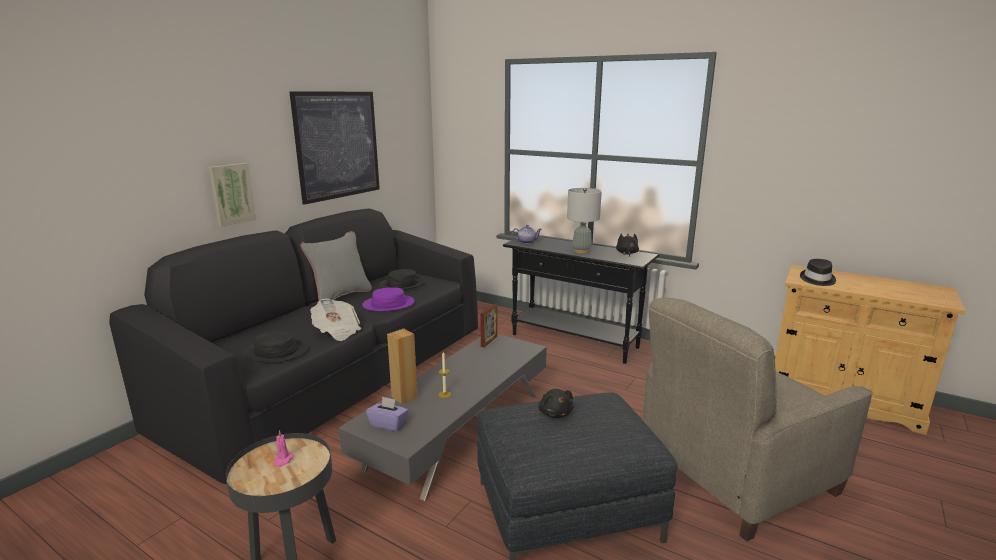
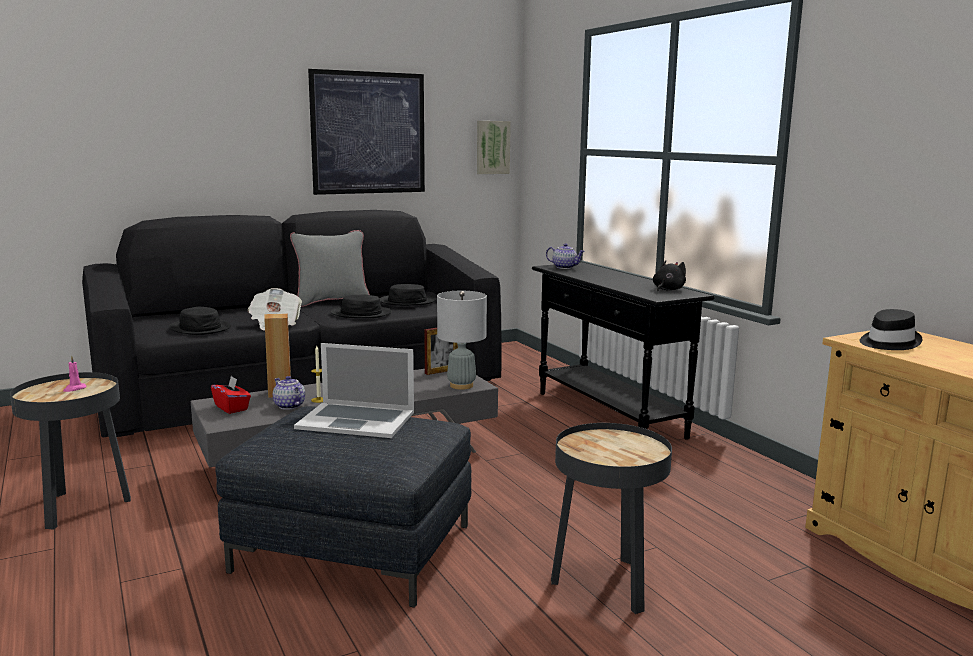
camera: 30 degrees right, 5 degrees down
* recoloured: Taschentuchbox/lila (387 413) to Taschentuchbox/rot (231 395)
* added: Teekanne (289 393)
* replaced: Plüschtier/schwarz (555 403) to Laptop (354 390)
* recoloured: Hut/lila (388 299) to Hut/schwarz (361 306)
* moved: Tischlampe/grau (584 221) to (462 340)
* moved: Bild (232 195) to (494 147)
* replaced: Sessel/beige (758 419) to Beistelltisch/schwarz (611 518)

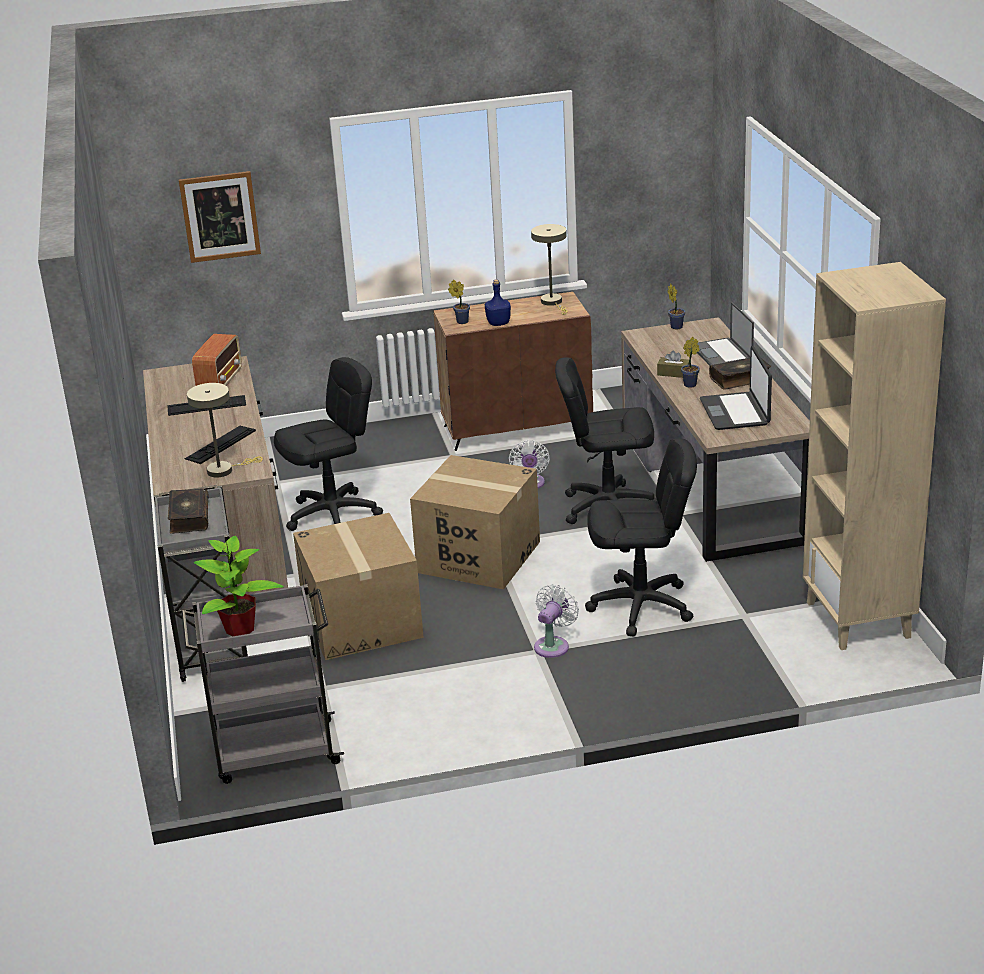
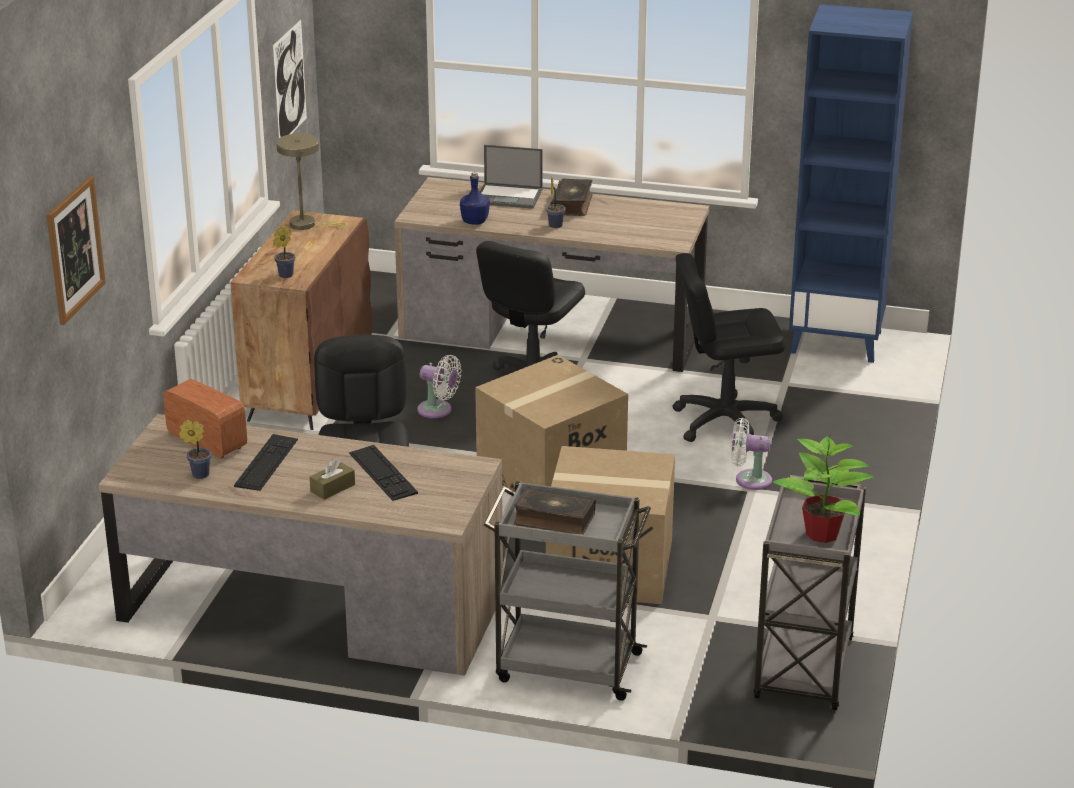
camera: 65 degrees left, 0 degrees up
* moved: Topfpflanze (676 306) to (195 449)
* added: Bild (290 79)
* moved: Taschentuchbox/braun (673 364) to (332 479)
* moved: Flasche/blau (498 302) to (475 198)
* turned: Bürostuhl/schwarz (641 537) = (729 347) 120 degrees counterclockwise
* turned: Ventilator/weiß (556 621) = (751 454) 45 degrees counterclockwise
* recoloured: Bücherregal/beige (874 456) to Bücherregal/blau (851 183)
* removed: Tischlampe/beige (225 430)
* removed: Laptop (736 388)

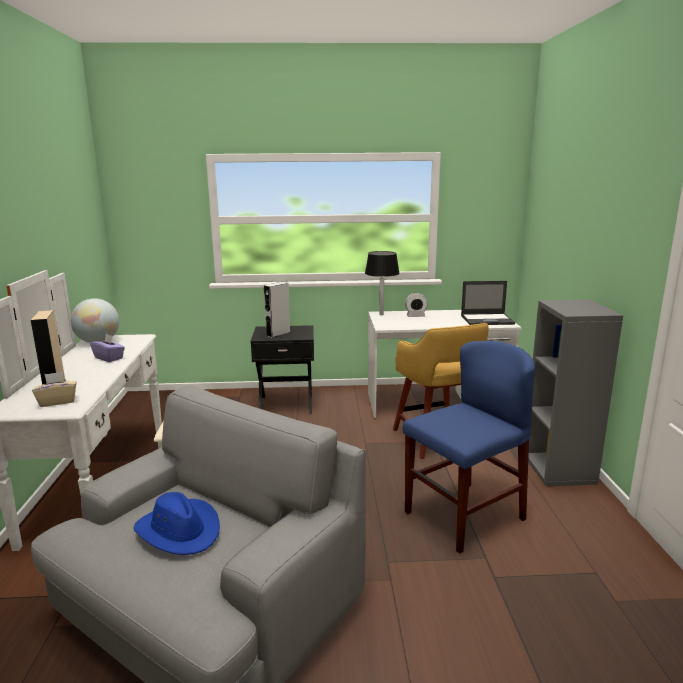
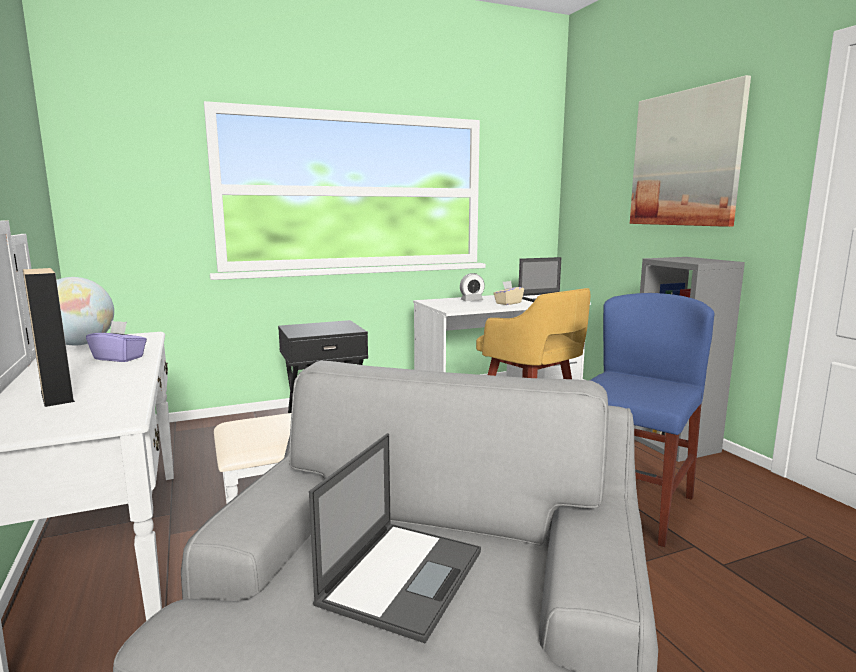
camera: 20 degrees left, 5 degrees down
* replaced: Hut/blau (176 523) to Laptop (395 538)
* moved: Taschentuchbox/beige (54 389) to (508 293)
* added: Bild (690 151)
* removed: Lautsprecher/grau (277 310)
* removed: Tischlampe/schwarz (382 283)

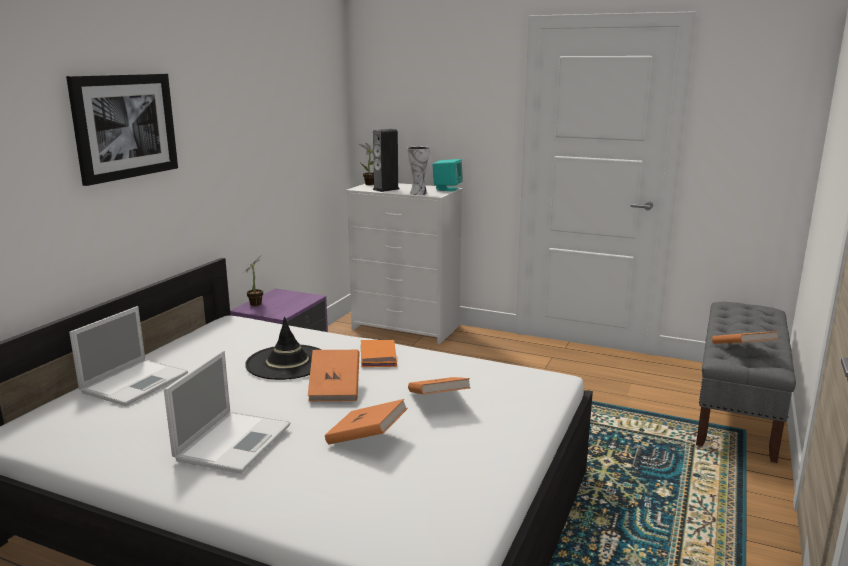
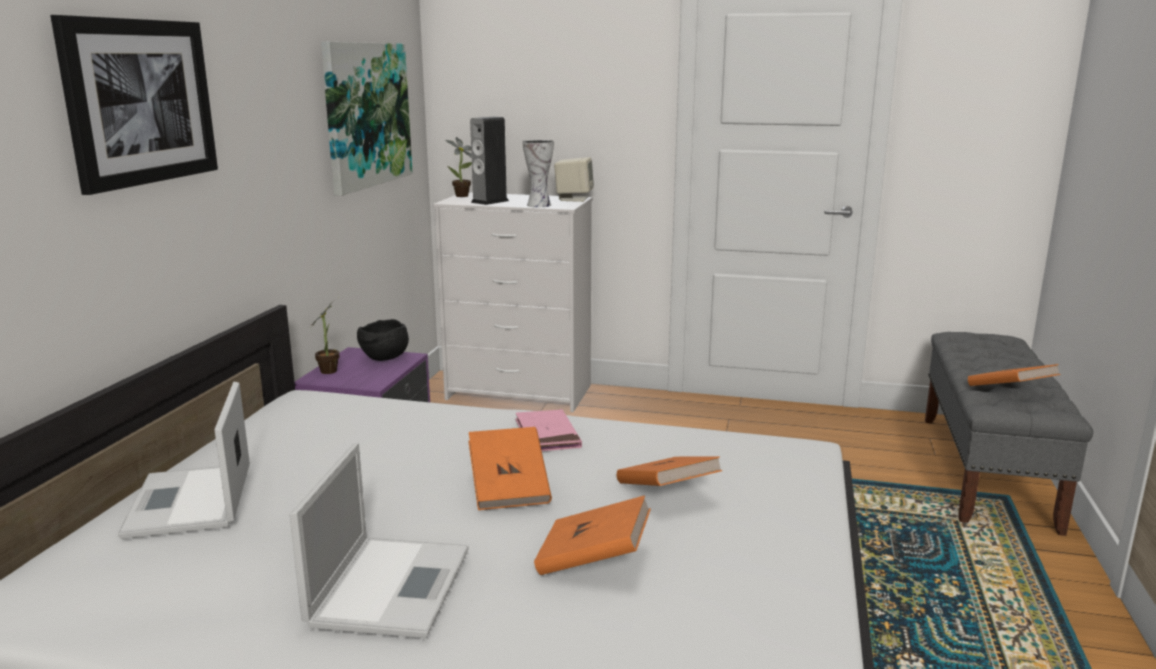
camera: 10 degrees left, 0 degrees up
* turned: Laptop (128 356) = (184 460) 150 degrees clockwise
* added: Bild (367 119)
* added: Schüssel/schwarz (383 340)
* recoloured: Buch/orange (379 353) to Buch/rosa (548 430)
* recoloured: Lautsprecher/türkis (447 175) to Lautsprecher/beige (574 179)
* removed: Hut/schwarz (283 348)

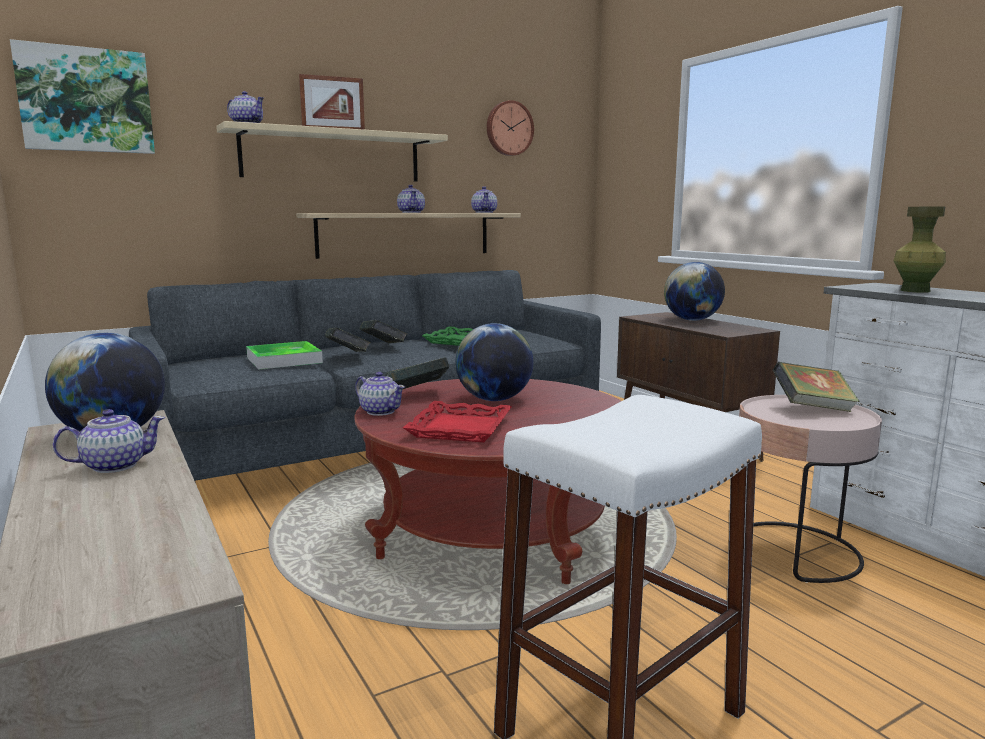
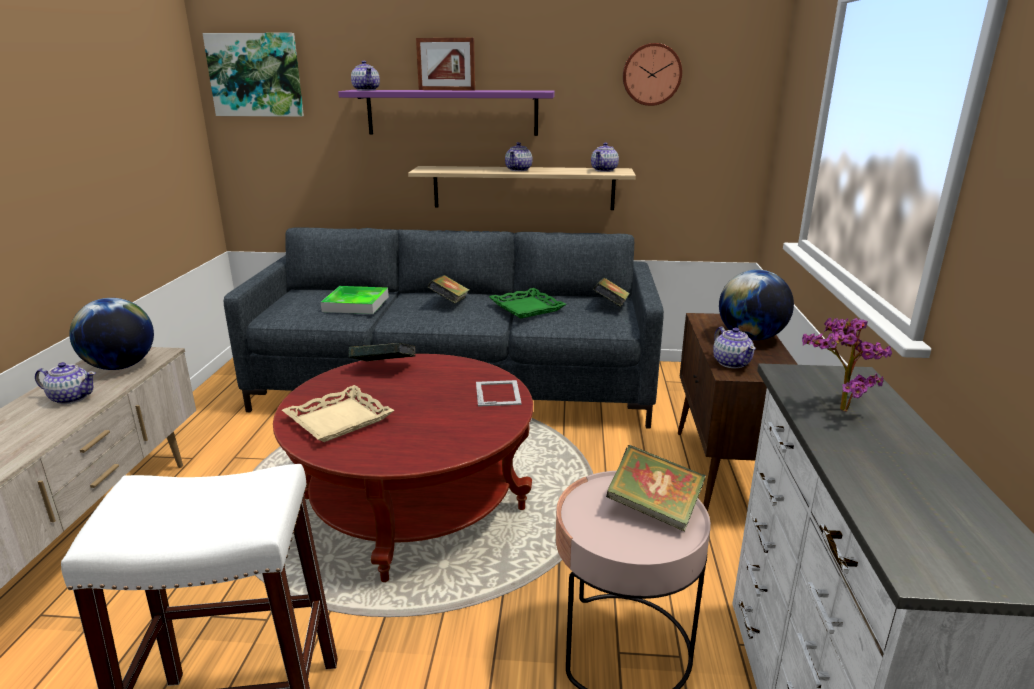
camera: 35 degrees right, 10 degrees up
* recoloured: Tablett/rot (457 421) to Tablett/beige (338 413)
* recoloured: Wandregal/beige (332 151) to Wandregal/lila (446 113)
* added: Bilderrahmen (499 393)
* moved: Buch (347 339) to (611 292)
* moved: Teekanne (380 394) to (734 347)
* replaced: Vase/grün (919 250) to Topfpflanze (847 365)
* removed: Globus (494 362)

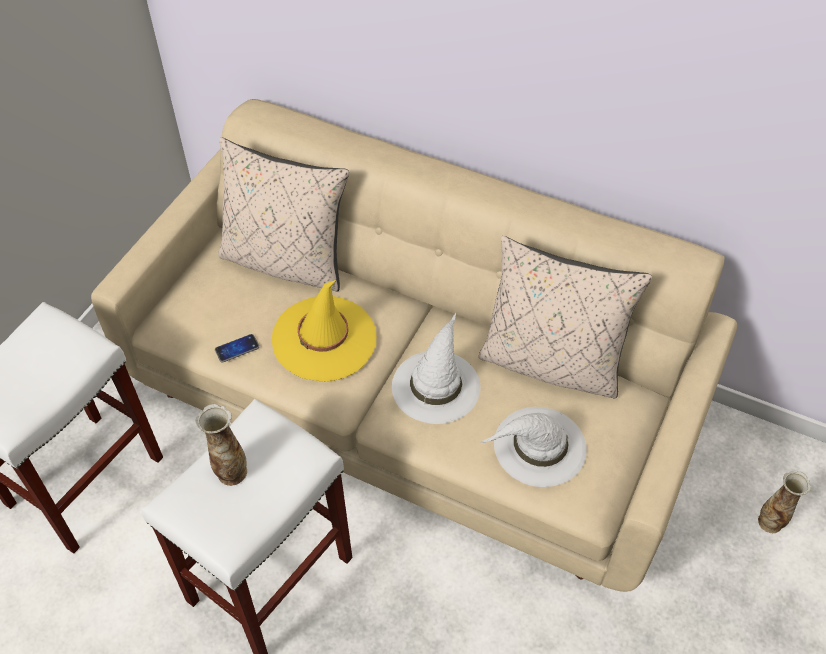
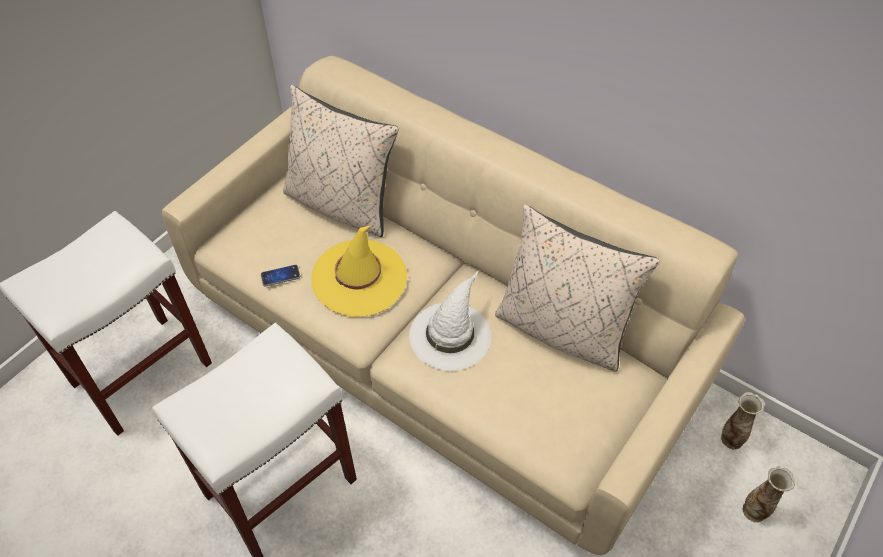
camera: 10 degrees right, 0 degrees up
* moved: Vase (221 445) to (743 420)
* removed: Hut/weiß (533 447)

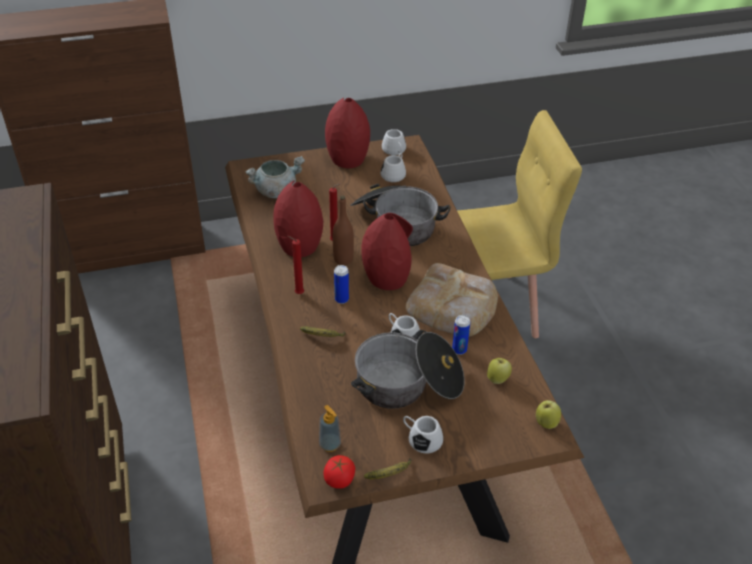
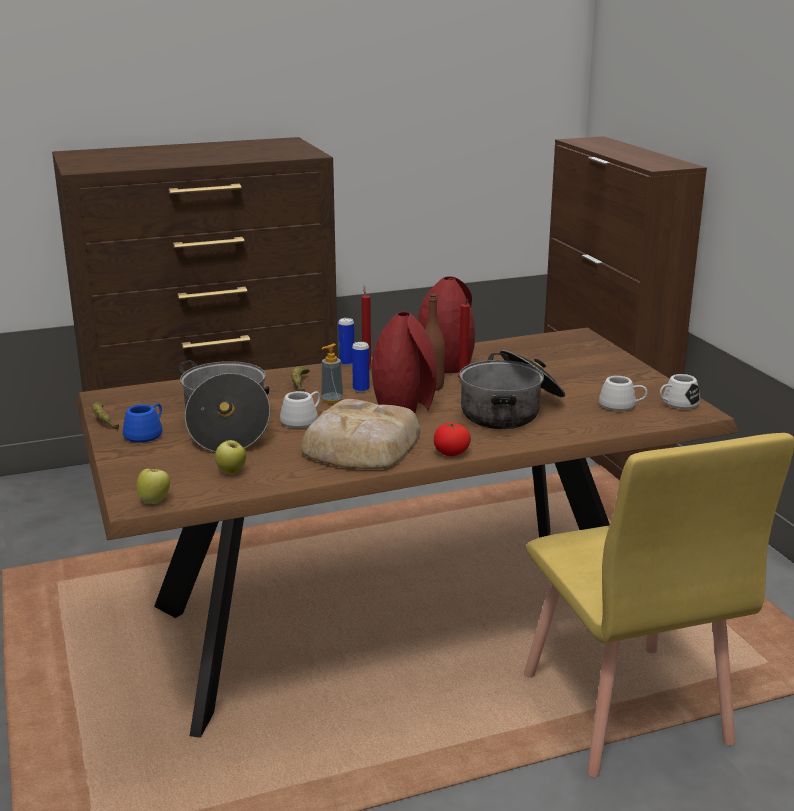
camera: 85 degrees right, 20 degrees down
* recoloured: Henkelbecher/weiß (423 435) to Henkelbecher/blau (142 423)
* moved: Seifenspender (330 428) to (332 373)
* moved: Dose (461 335) to (346 342)
* moved: Tomate (339 472) to (452 439)
* removed: Kochtopf/grau (275 177)
* removed: Vase/rot (347 133)

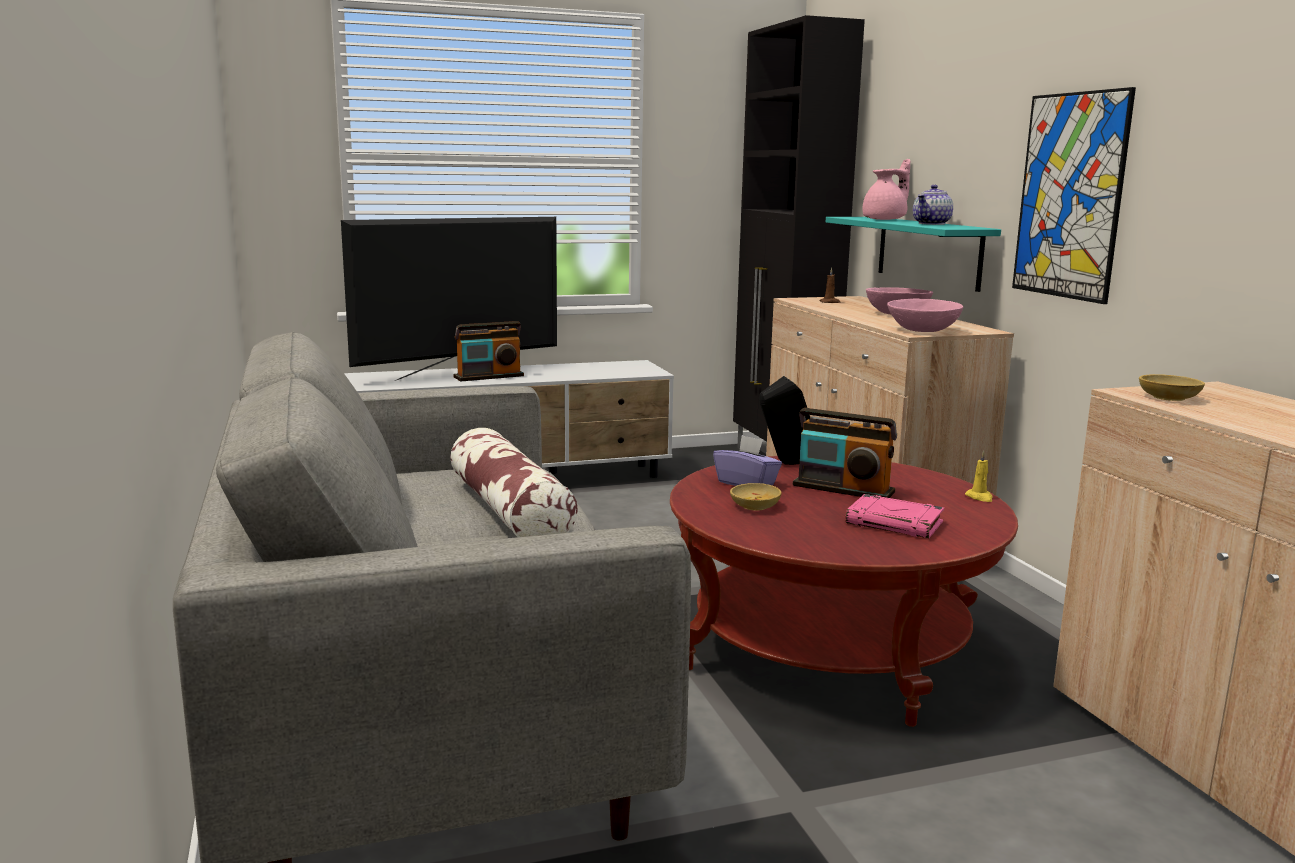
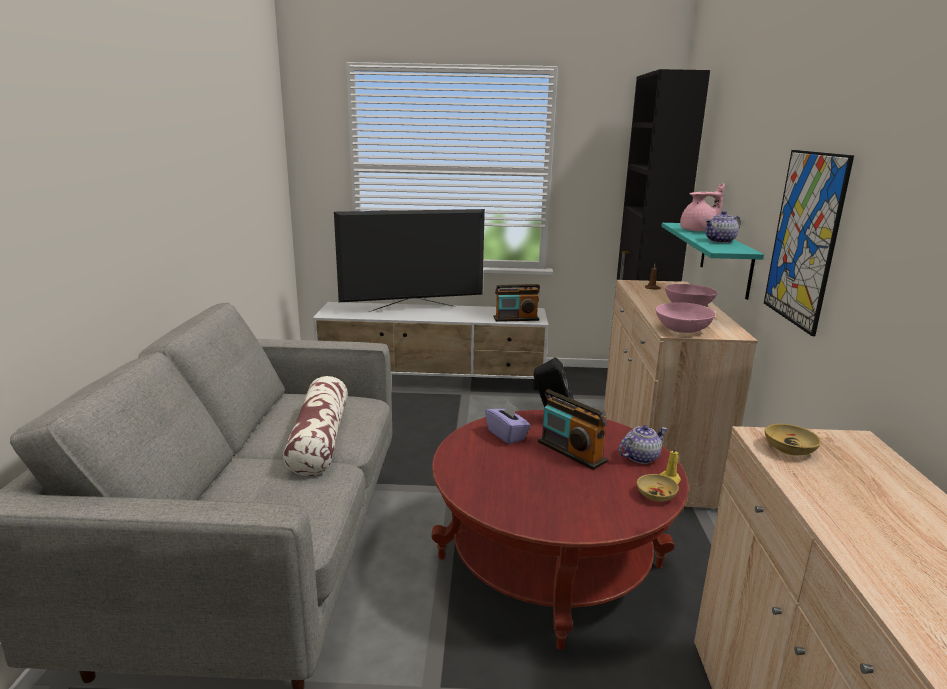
camera: 20 degrees right, 5 degrees up
* moved: Radio (489 351) to (517 303)
* added: Teekanne (643 444)
* moved: Schüssel/beige (756 497) to (658 488)
* removed: Buch/rosa (895 516)

